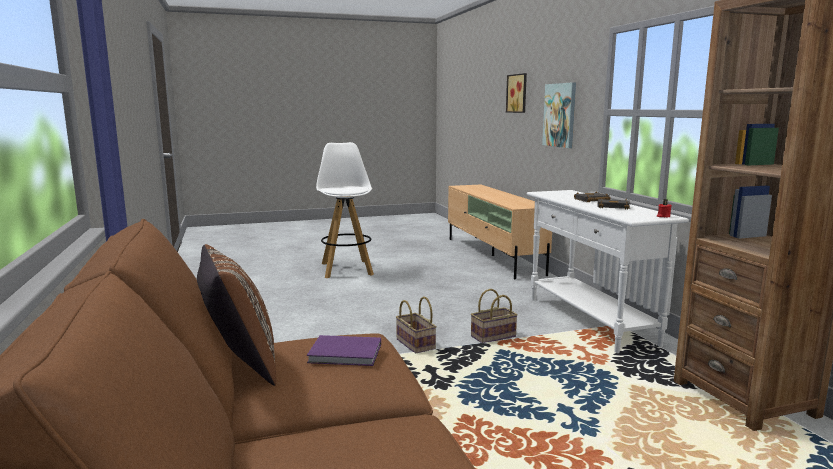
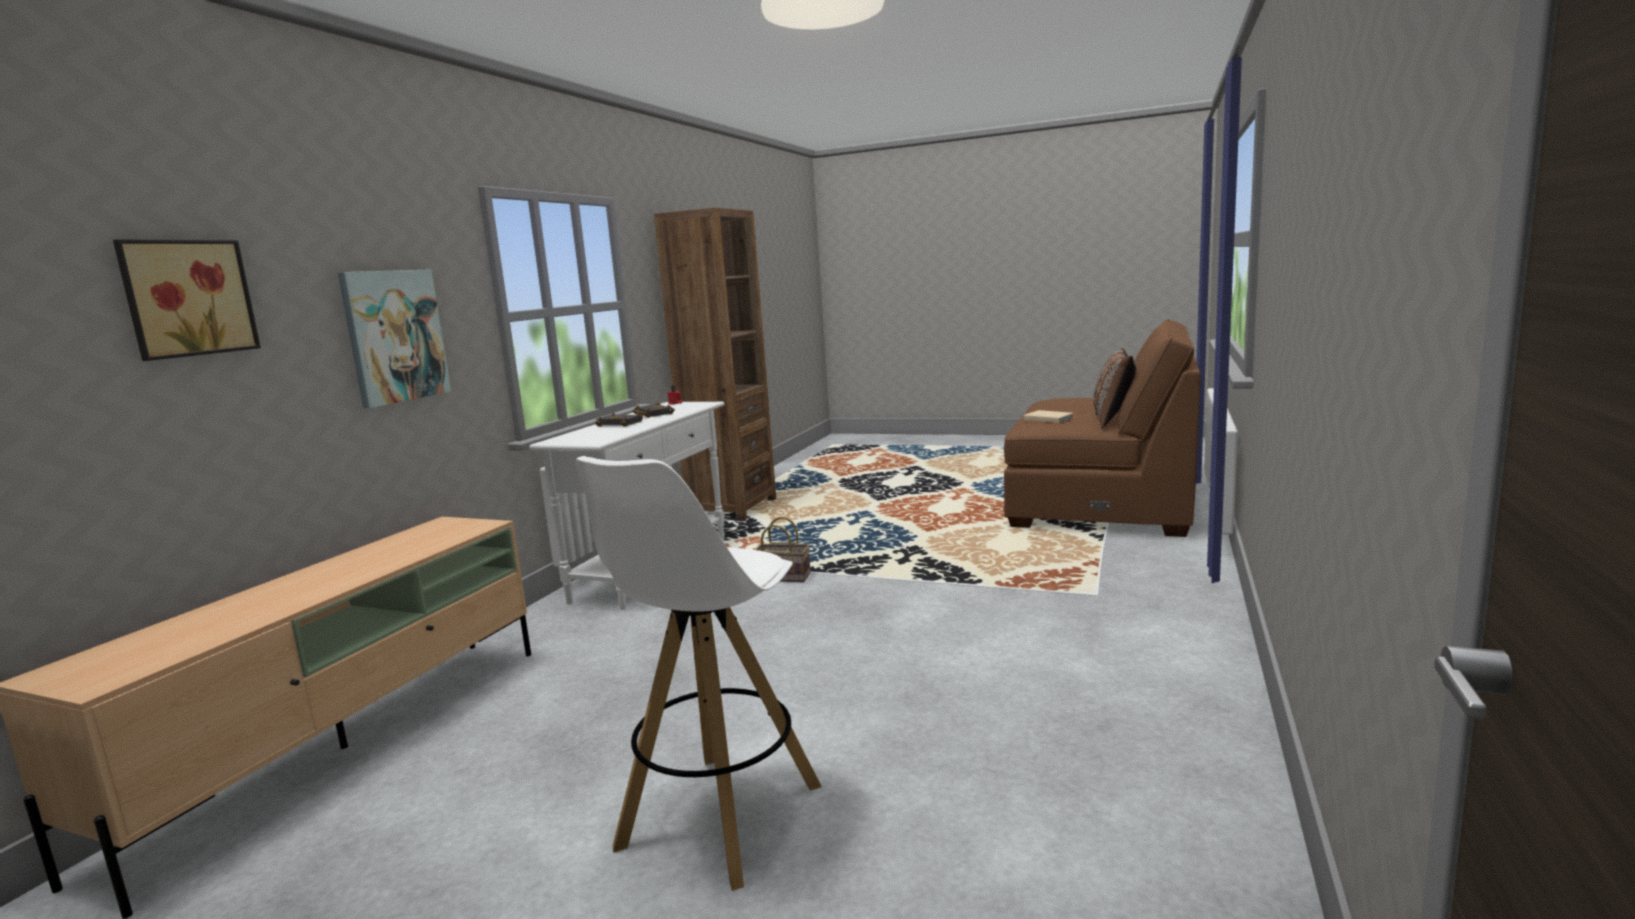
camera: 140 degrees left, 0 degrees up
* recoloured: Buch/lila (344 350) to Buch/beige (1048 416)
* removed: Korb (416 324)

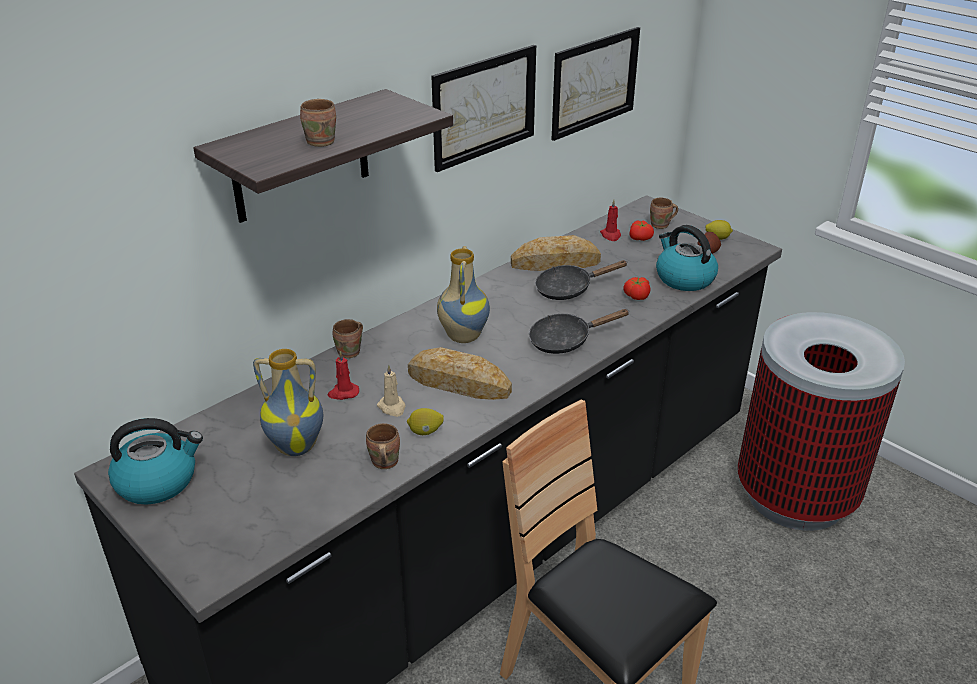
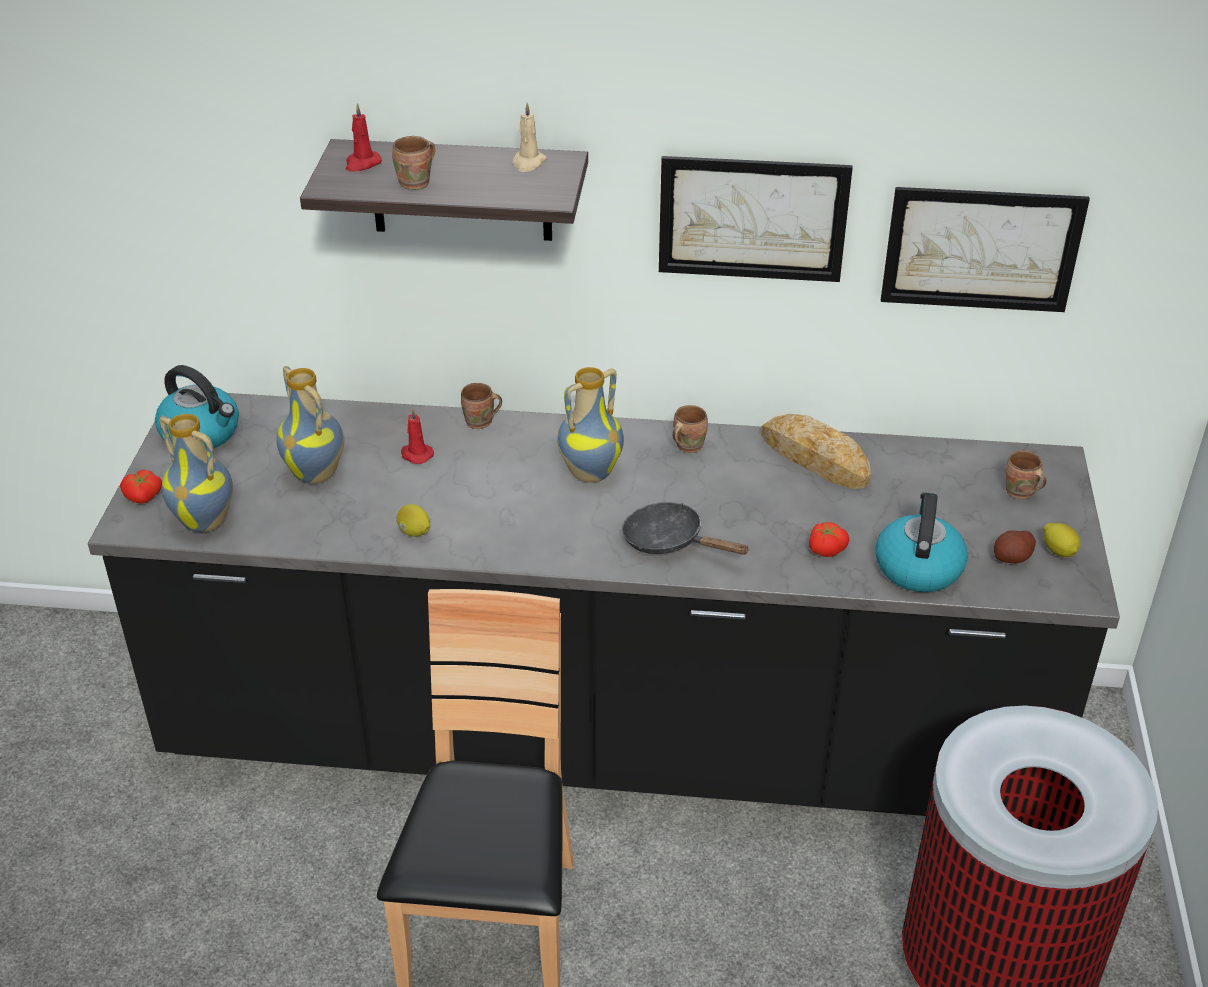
camera: 50 degrees right, 5 degrees up
* moved: Tomate (641 230) to (141 487)
* added: Vase (196 473)
* moved: Kerze/rot (610 220) to (364 137)
* moved: Kerze/beige (391 391) to (529 137)
* moved: Henkelbecher/braun (383 446) to (690 429)
* removed: Brot (460 373)
* removed: Pfanne/schwarz (581 280)

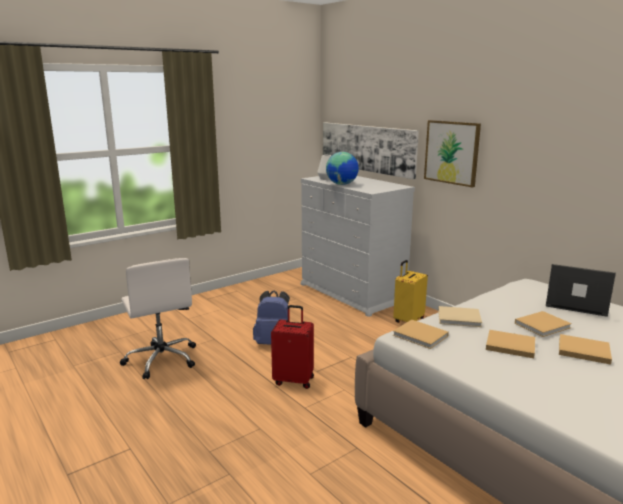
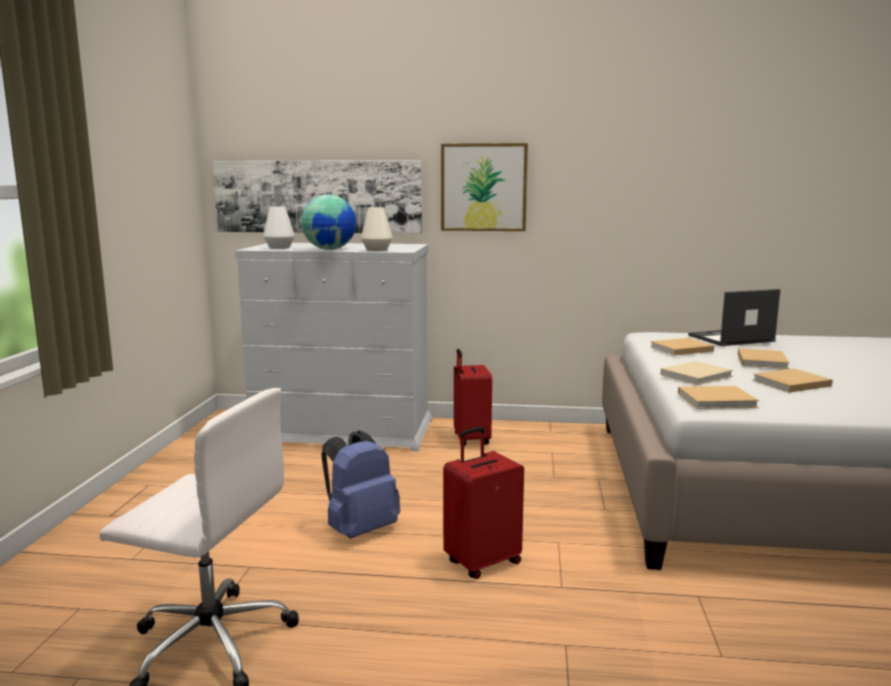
camera: 45 degrees left, 5 degrees down
* added: Vase/weiß (377 229)
* recoloured: Koffer/gelb (410 291) to Koffer/rot (473 397)
* moved: Buch/beige (585 349) to (682 346)

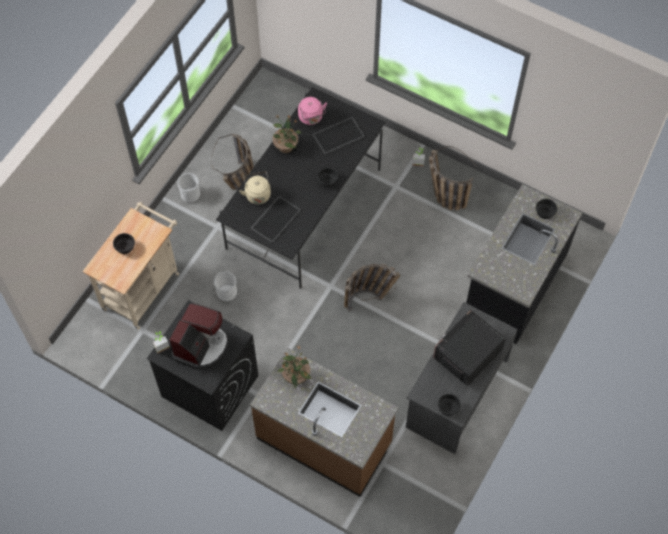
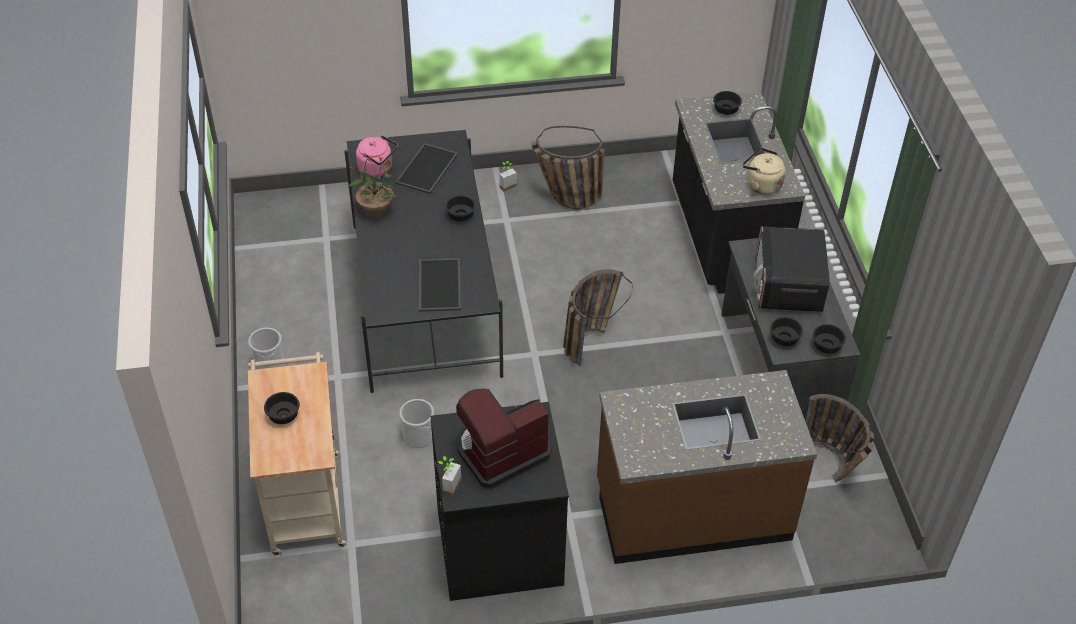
camera: 40 degrees left, 15 degrees down
* turned: Kaffeemaschine (200 336) = (503 438) 105 degrees counterclockwise
* moved: Wasserkessel/beige (255 187) to (764 171)
* added: Schüssel/schwarz (786 331)
* moved: Korb (232 161) to (838 438)
* removed: Topfpflanze (295 366)

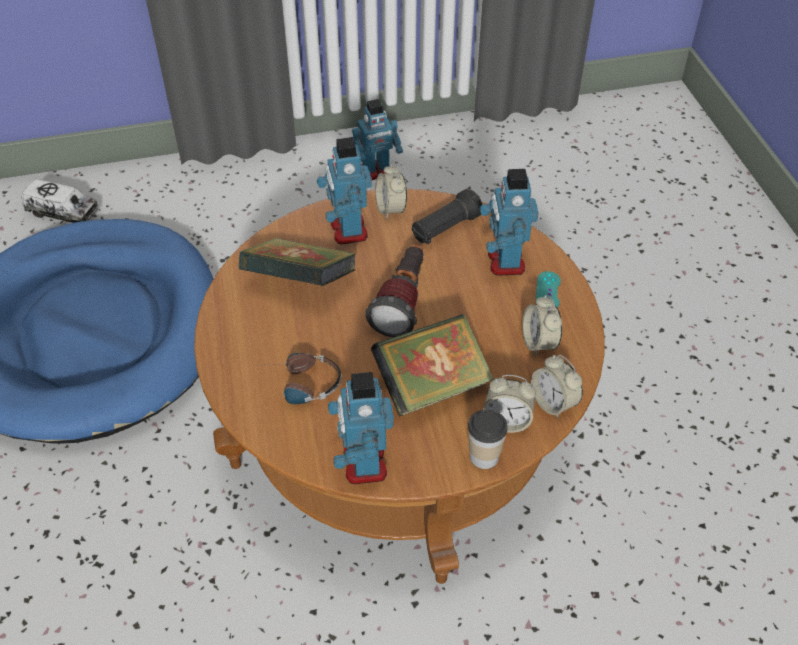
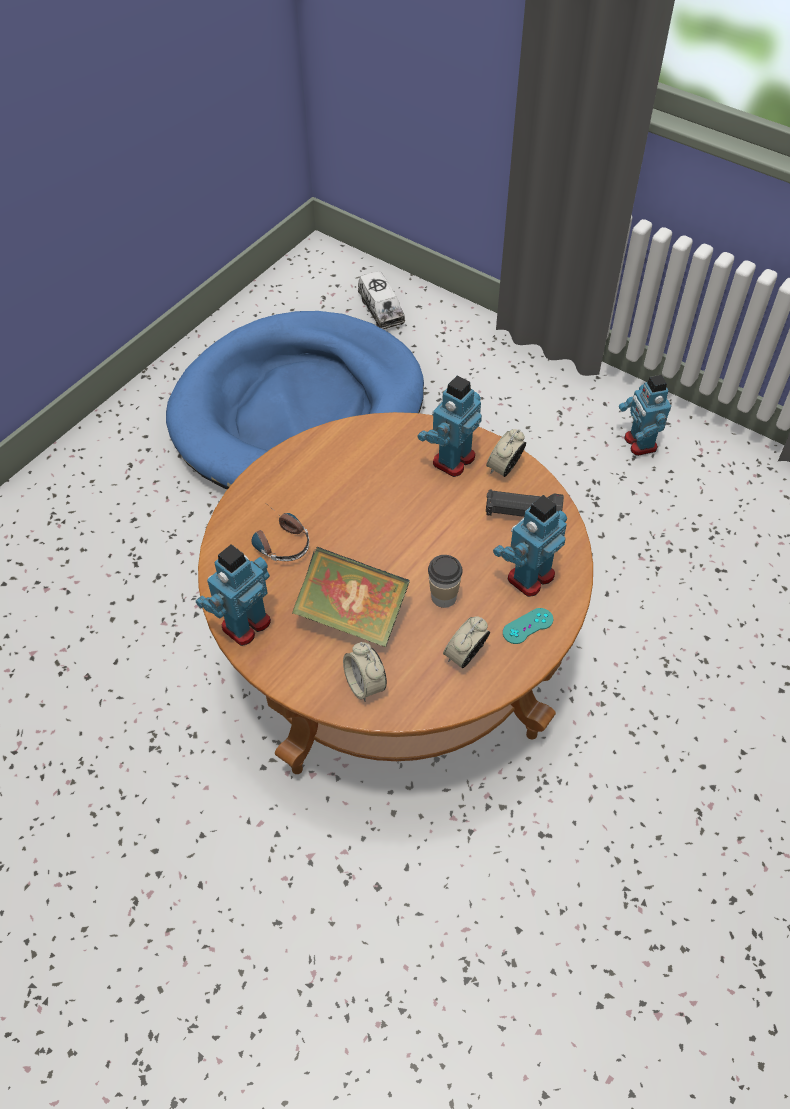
camera: 50 degrees right, 5 degrees up
* moved: Tasse (487 439) to (445 581)
* turned: Spielzeugroboter (377 139) = (645 415) 45 degrees clockwise
* removed: Buch (297 262)
* removed: Taschenlampe (394 290)
* removed: Wecker (557 387)

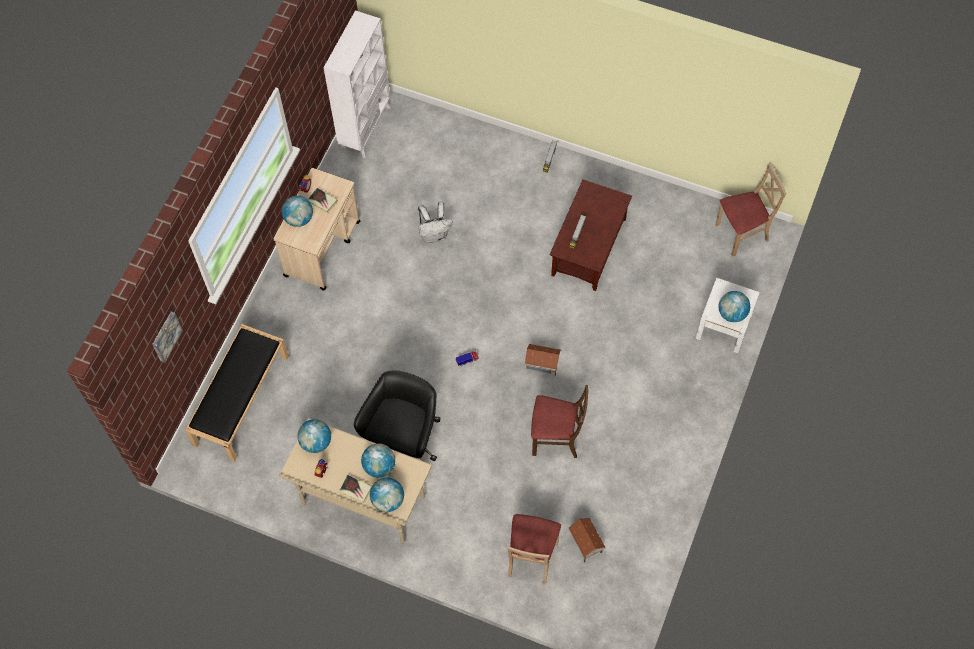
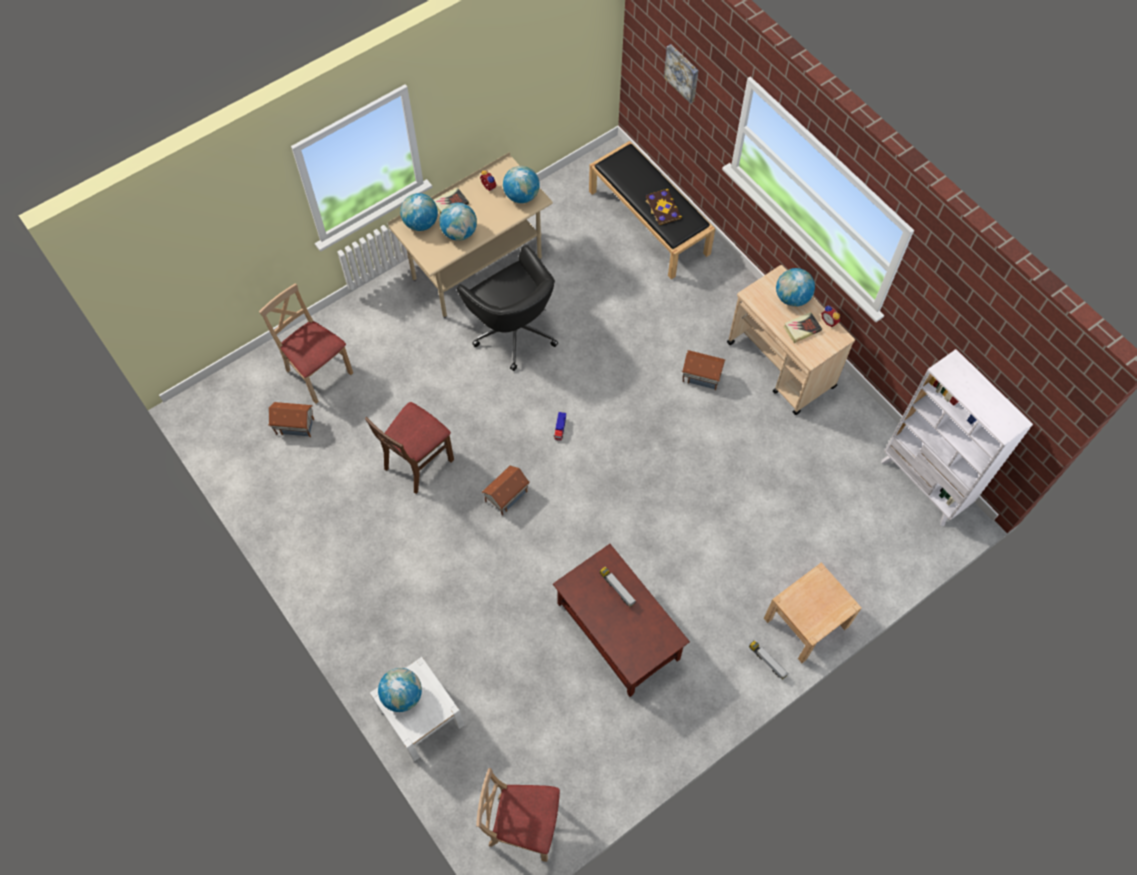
camera: 120 degrees right, 0 degrees up
* turned: Stuhl/beige (750 210) = (518 815) 90 degrees clockwise
* added: Buch (663 207)
* added: Spielzeughaus (703 370)
* added: Nachttisch/beige (813 613)
* removed: Rucksack/weiß (435 222)

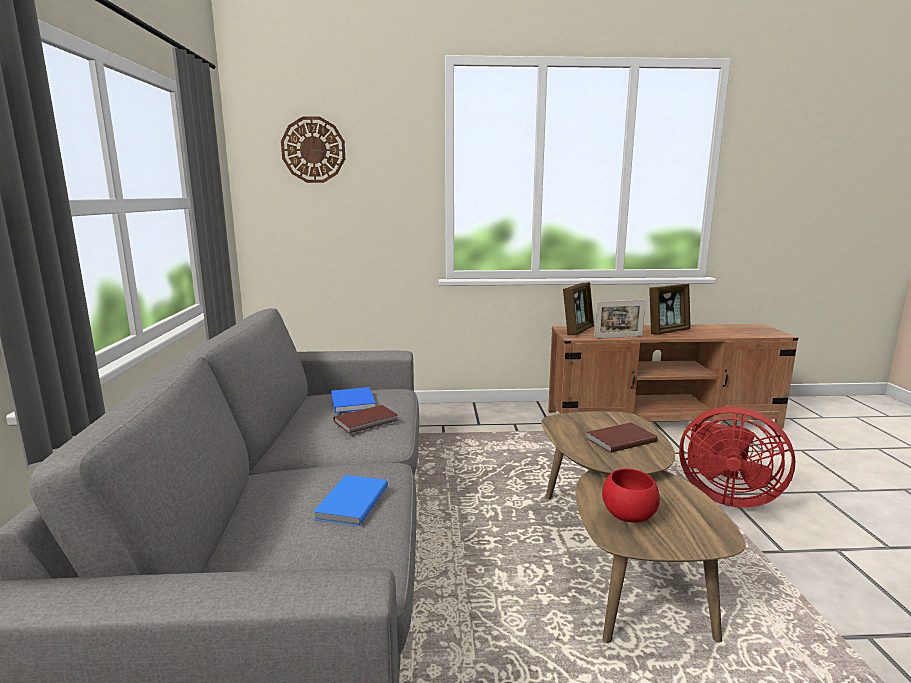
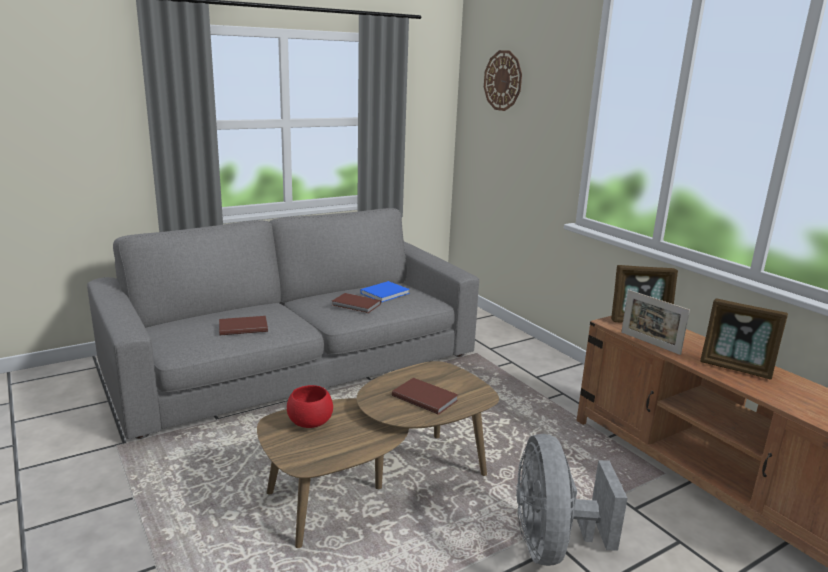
camera: 60 degrees right, 5 degrees up
* recoloured: Buch/blau (350 500) to Buch/braun (243 325)
* recoloured: Ventilator/rot (737 457) to Ventilator/grau (572 500)

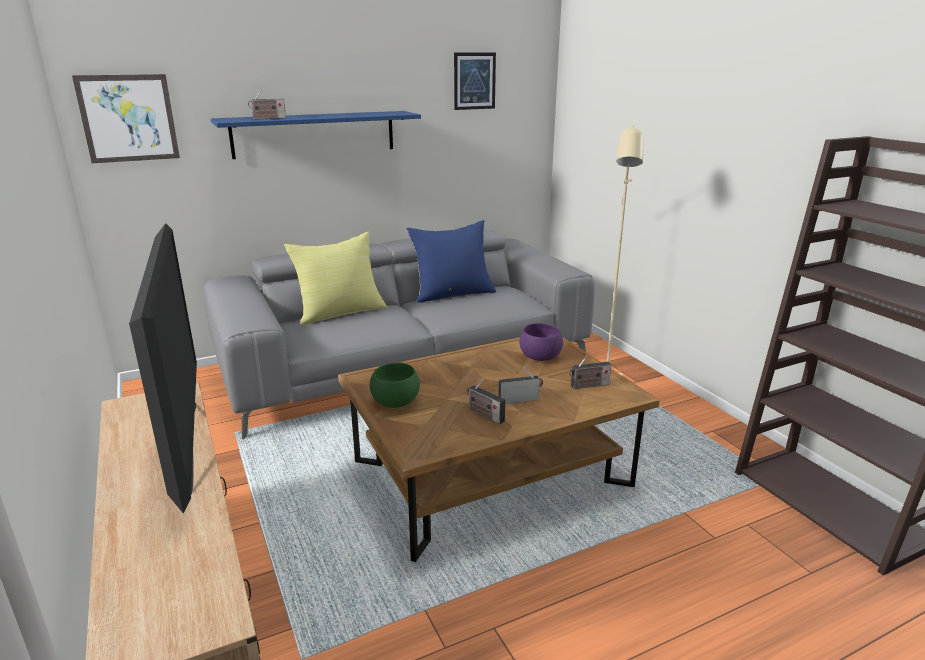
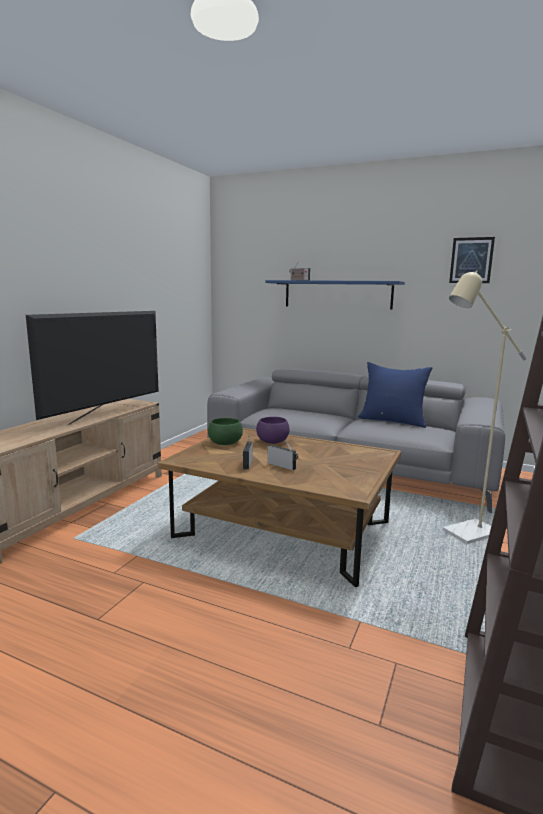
camera: 50 degrees right, 10 degrees down
* moved: Schüssel/lila (541 342) to (273 430)
* removed: Bild (126 118)
* removed: Kissen/gelb (335 278)
* removed: Radio (590 371)

